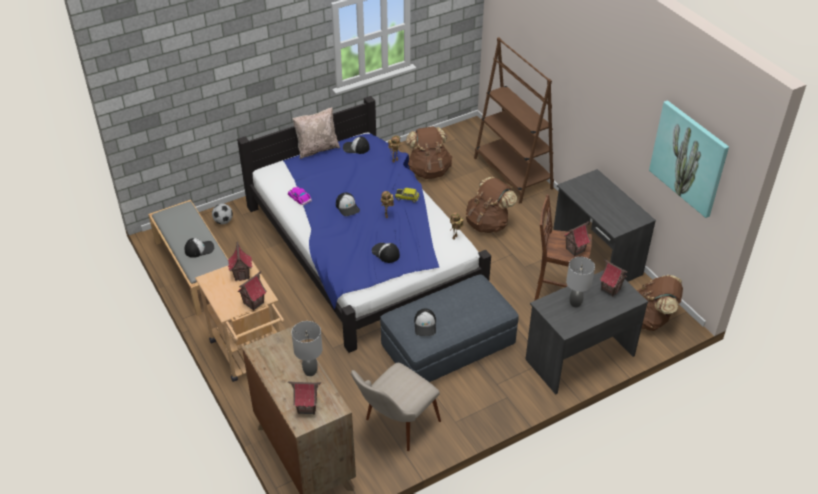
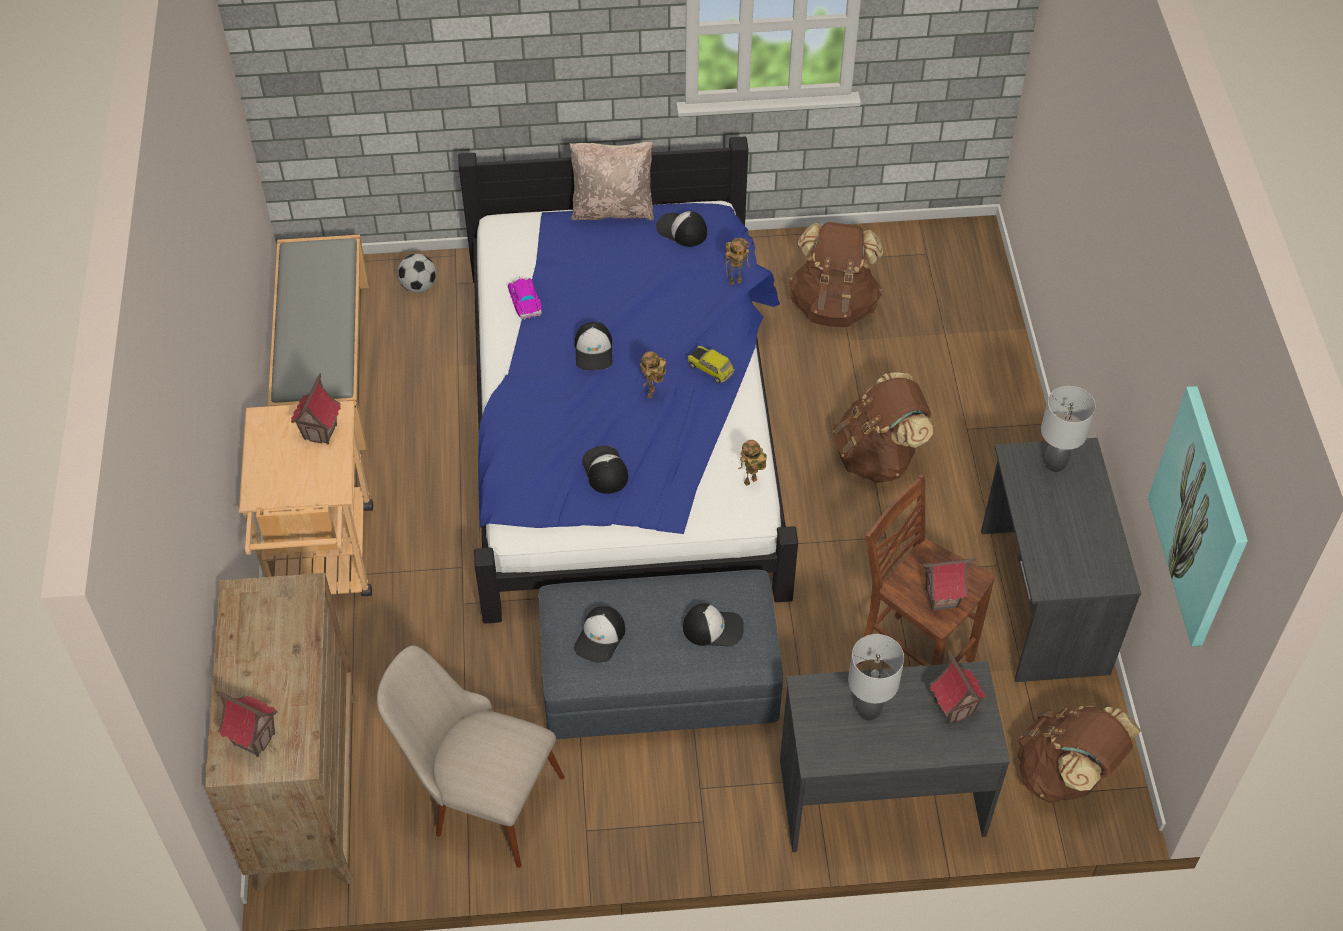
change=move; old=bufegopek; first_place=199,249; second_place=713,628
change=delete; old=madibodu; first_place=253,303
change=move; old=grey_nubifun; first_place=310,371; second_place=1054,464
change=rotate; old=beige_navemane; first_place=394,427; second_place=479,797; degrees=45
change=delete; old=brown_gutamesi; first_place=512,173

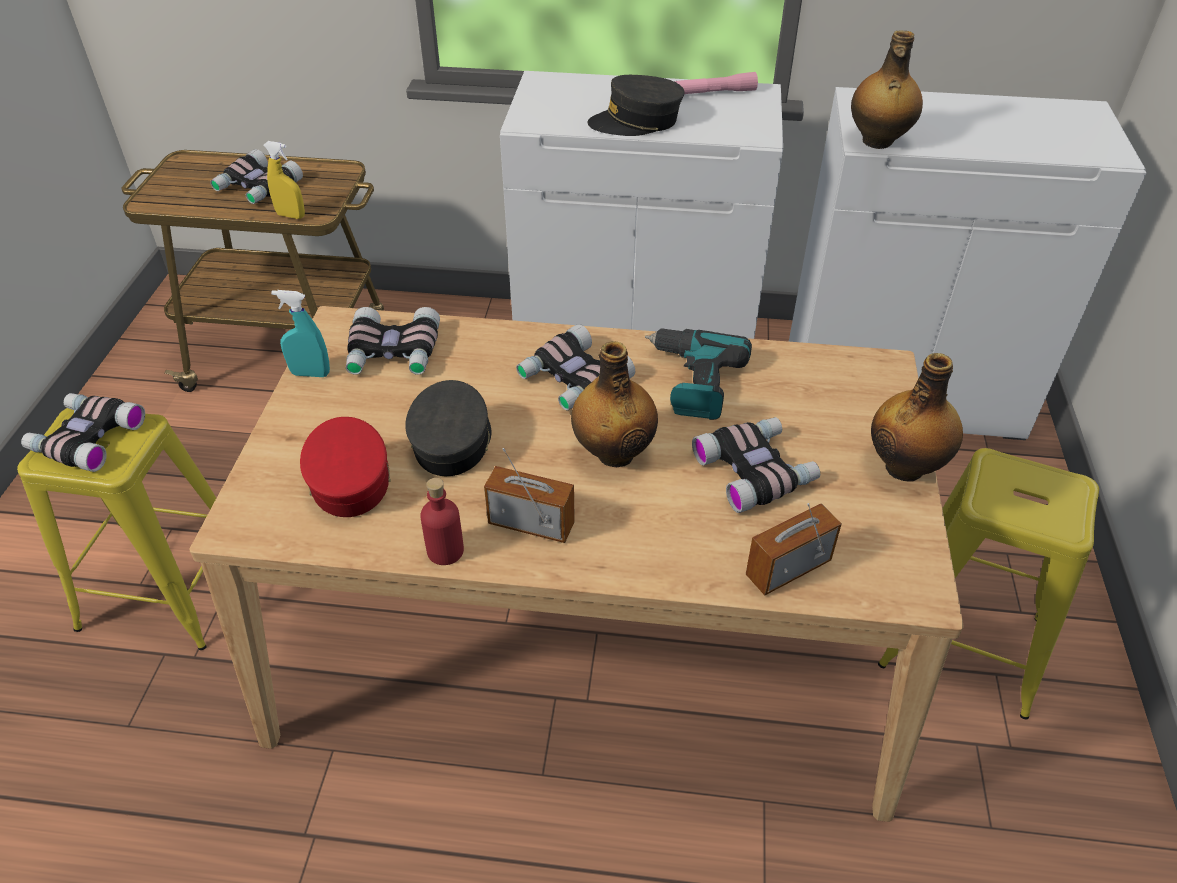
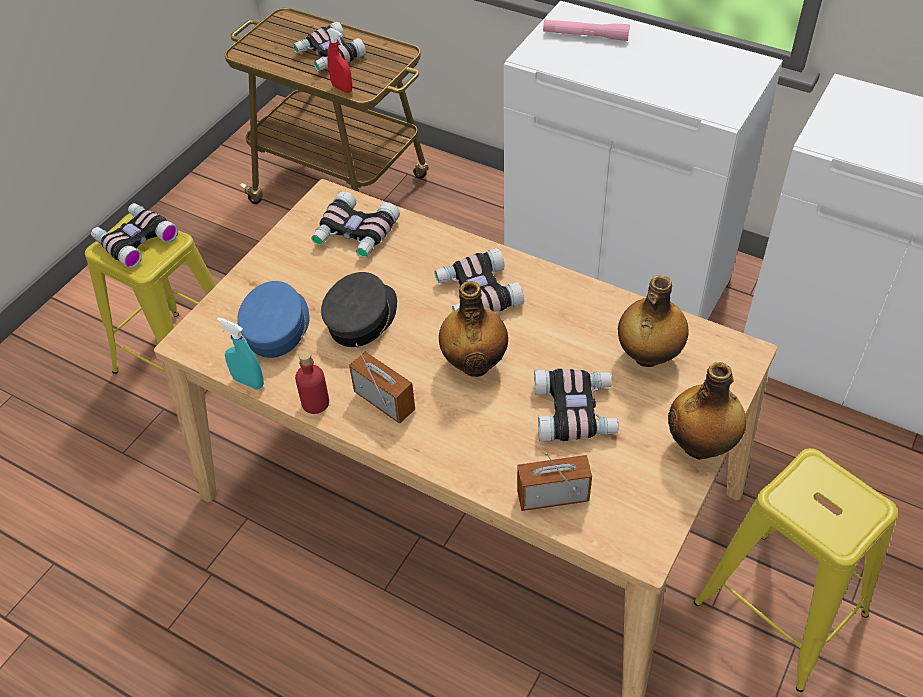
change=recolor; old=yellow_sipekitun; new=red_sipekitun; first_place=291,216; second_place=342,88
change=move; old=turquoise_sipekitun; first_place=310,373; second_place=248,382
change=recolor; old=red_bufegopek; new=blue_bufegopek; first_place=349,479; second_place=277,328
change=delete; old=grey_bufegopek; first_place=636,122
change=delete; old=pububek; first_place=692,382
change=move; old=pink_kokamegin; first_place=708,93; second_place=585,36
change=move; old=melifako; first_place=877,142; second_place=647,356

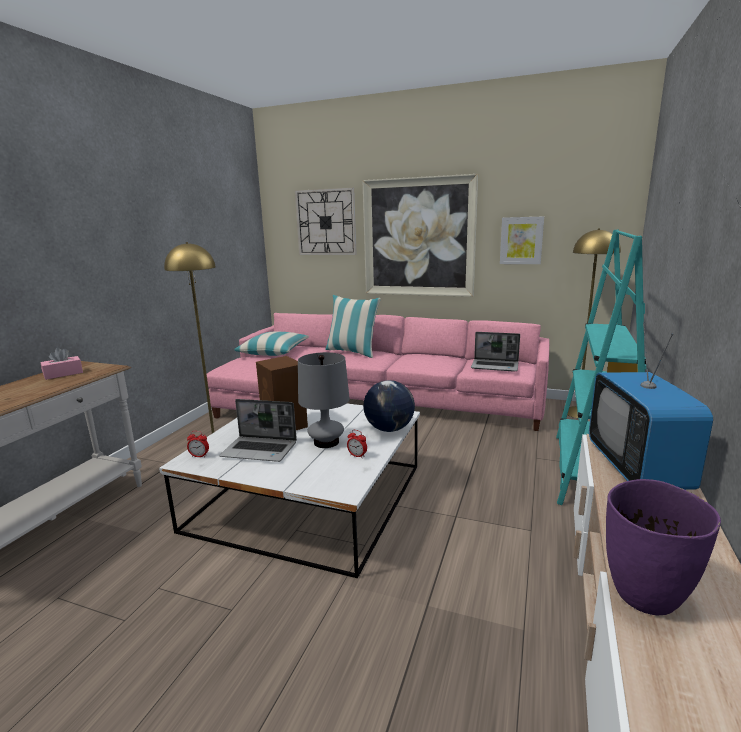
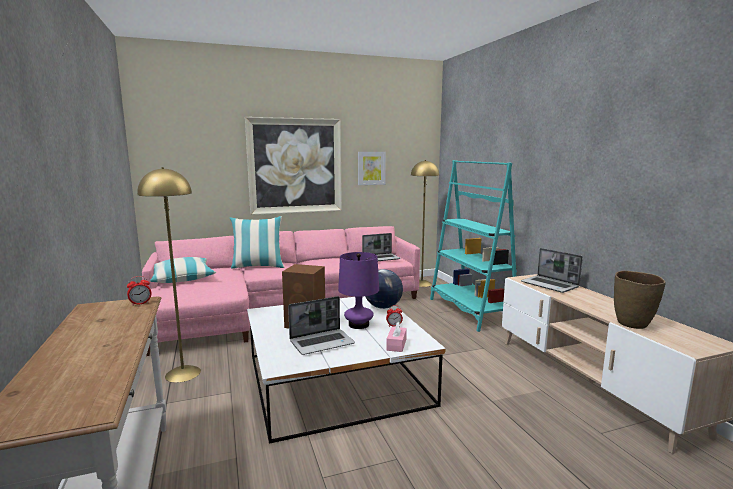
change=move; old=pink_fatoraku; first_place=63,374; second_place=396,345
change=move; old=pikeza; first_place=199,456; second_place=140,303
change=delete; old=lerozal; first_place=326,222
change=recolor; old=grey_nubifun; new=purple_nubifun; first_place=326,442; second_place=359,325
change=replace; old=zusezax; new=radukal; first_place=637,467; second_place=550,285
change=recolor; old=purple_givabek; new=brown_givabek; first_place=646,596; second_place=633,324

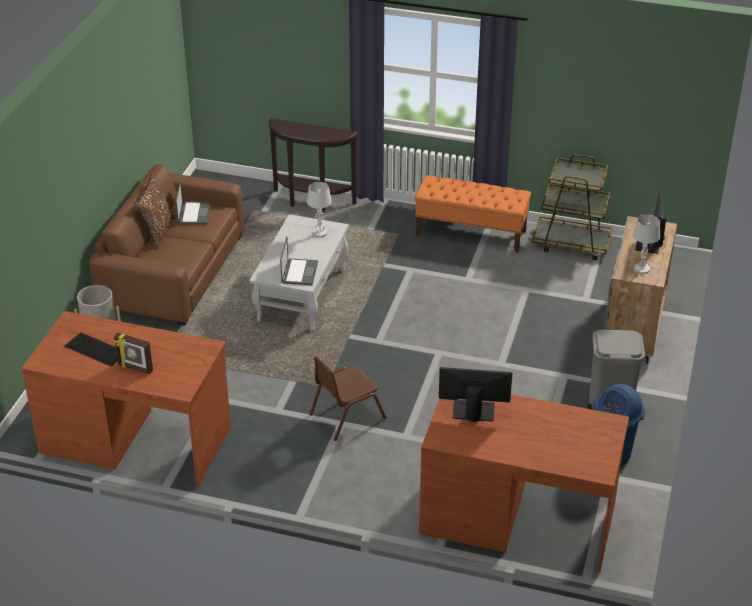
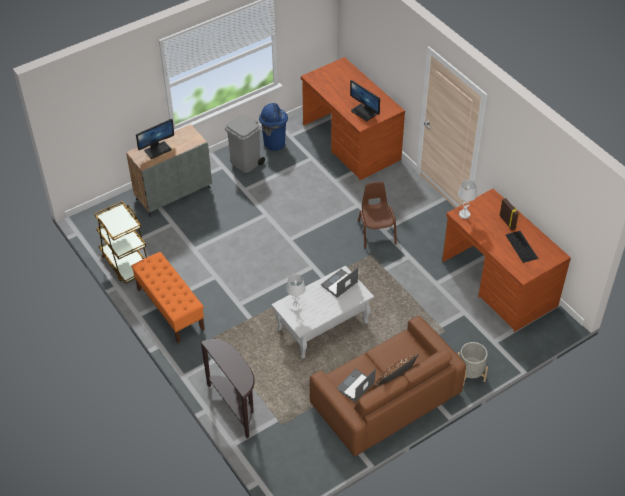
change=rotate; old=brown_navemane; first_place=346,416; second_place=376,232; degrees=-105
change=move; old=white_nubifun; first_place=641,269; second_place=464,214

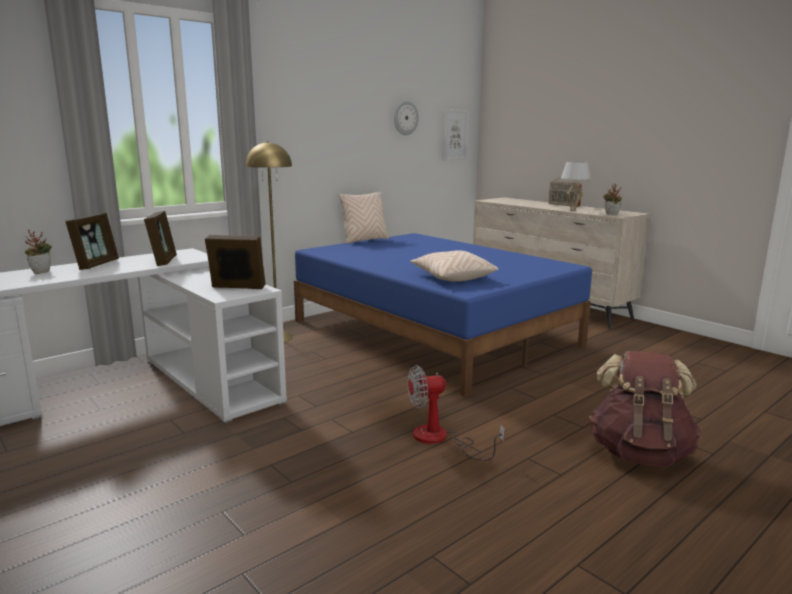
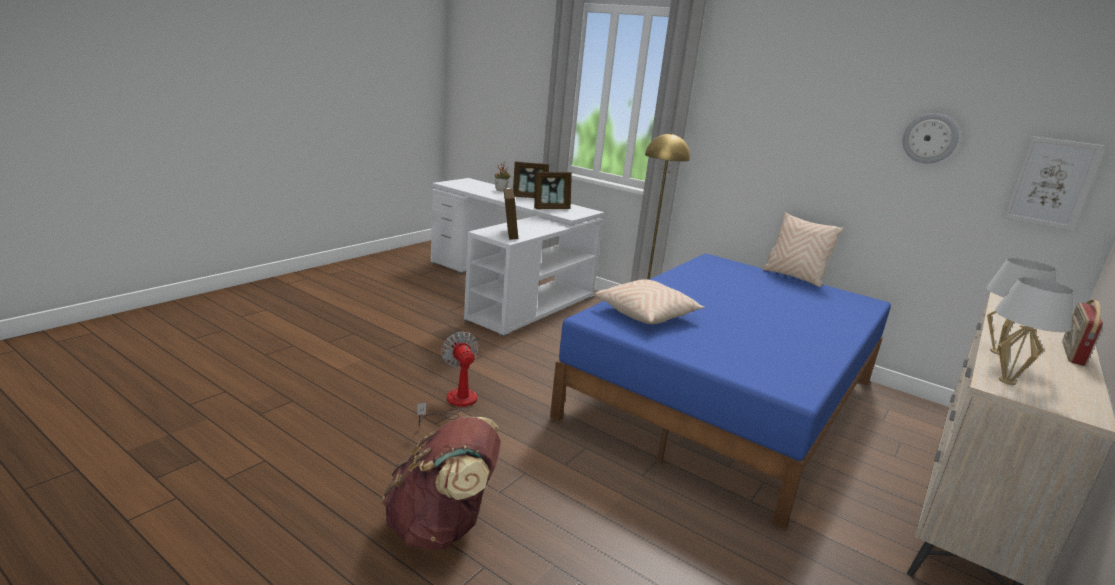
change=replace; old=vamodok; new=white_nubifun; first_place=610,214; second_place=1006,381

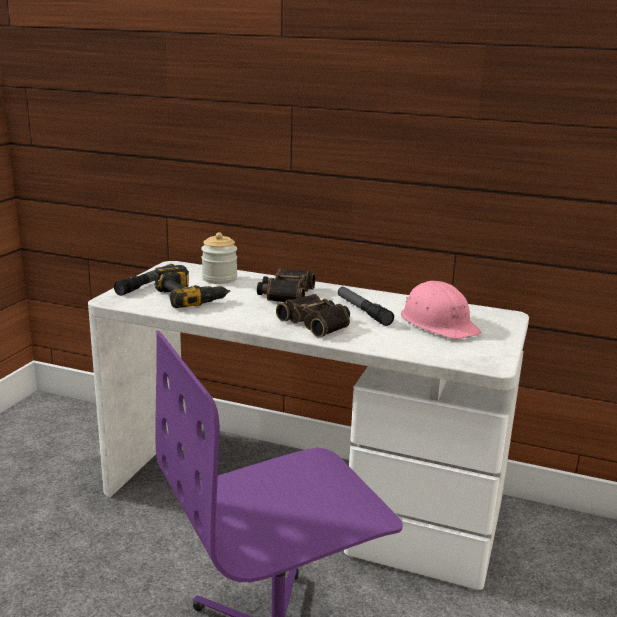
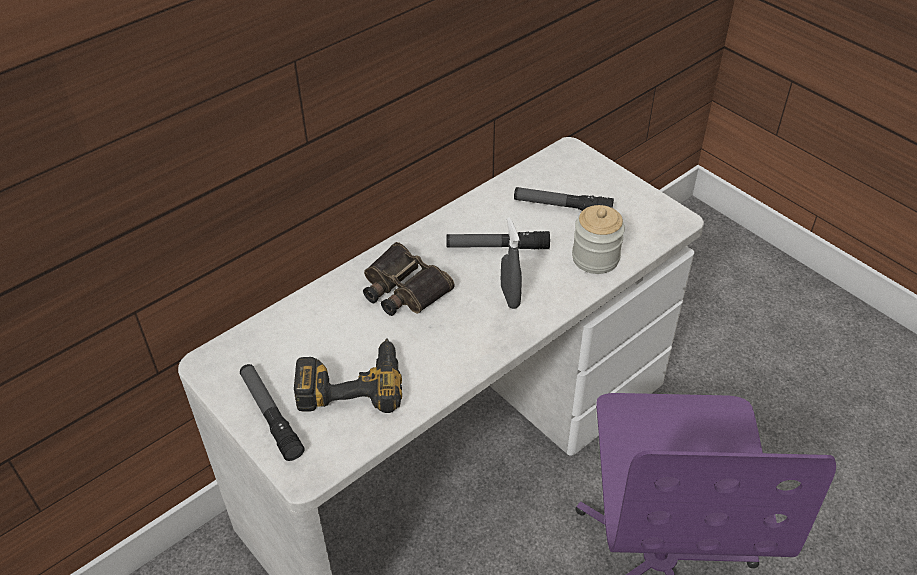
change=move; old=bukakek; first_place=219,279; second_place=595,258
change=replace; old=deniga; new=grey_sipekitun; first_place=317,323; second_place=510,297
change=replace; old=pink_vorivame; new=kokamegin; first_place=438,323; second_place=562,206

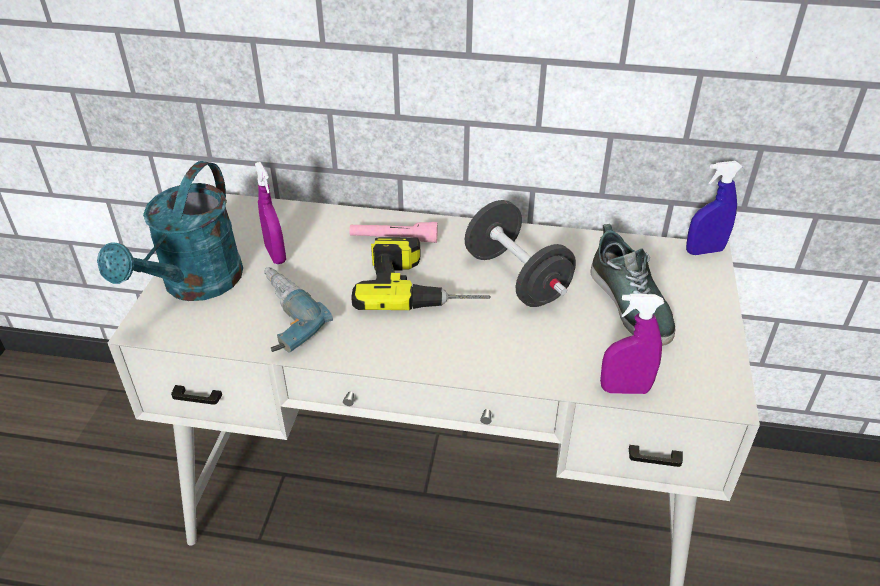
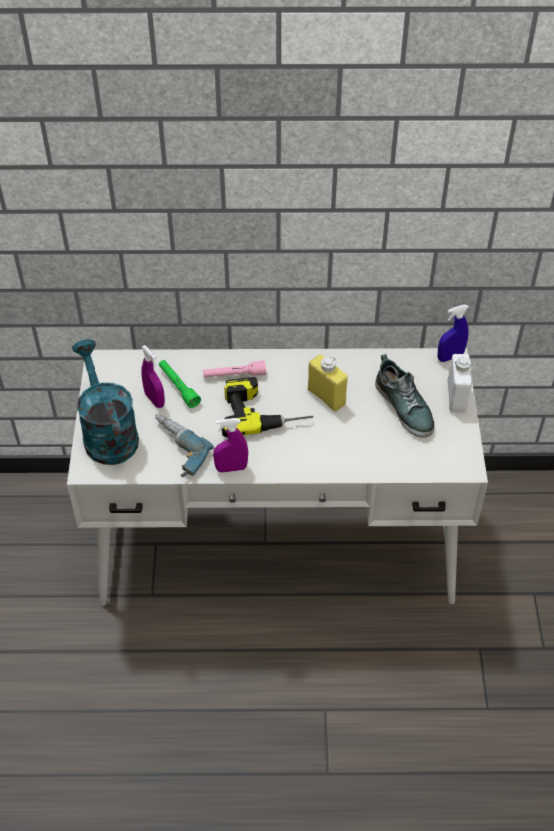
change=rotate; old=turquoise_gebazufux; first_place=194,285; second_place=107,433; degrees=150
change=replace; old=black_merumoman; new=yellow_melifako; first_place=516,278; second_place=326,397
change=move; old=purple_sipekitun; first_place=625,389; second_place=231,468
change=insert; new=green_kokamegin; second_place=178,387
change=insert; new=white_melifako; second_place=456,397

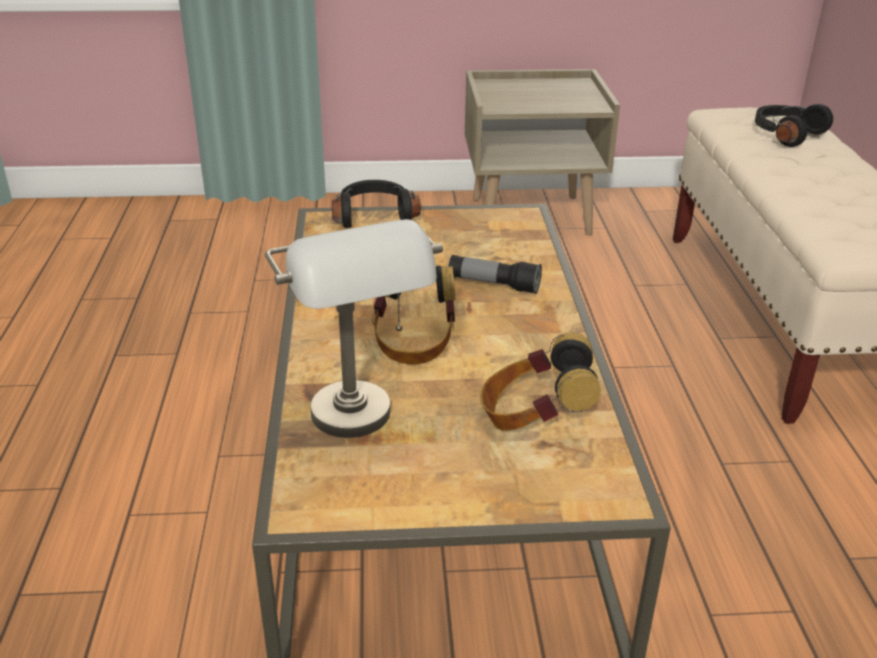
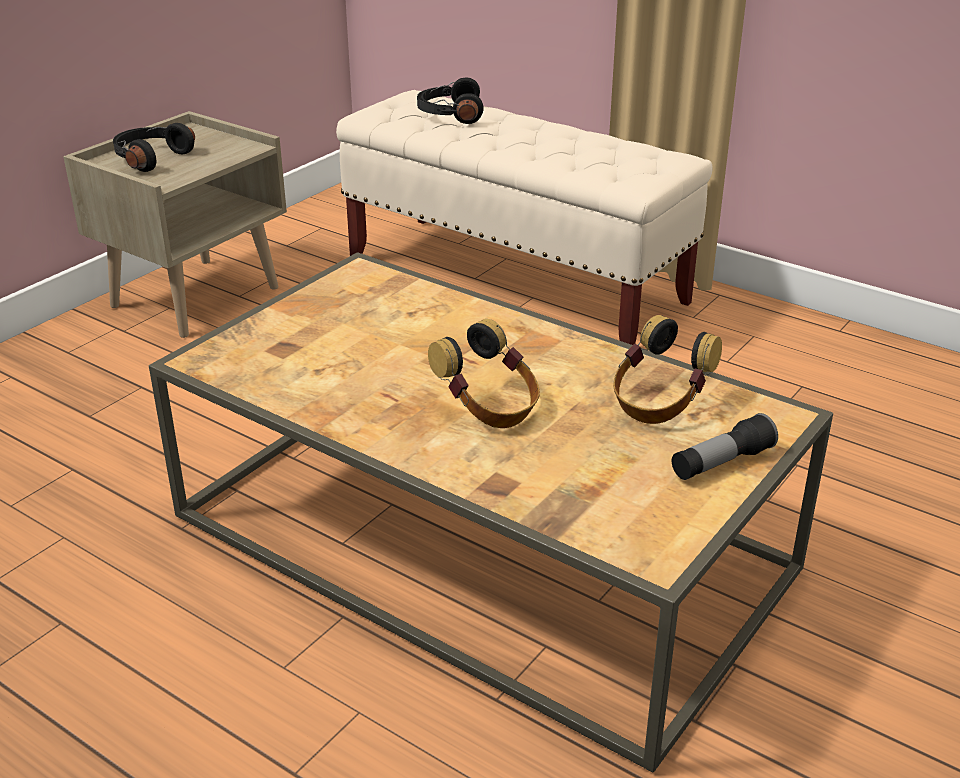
change=delete; old=grey_nubifun; first_place=363,428
change=move; old=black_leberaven; first_place=374,215; second_place=150,158
change=move; old=kokamegin; first_place=493,285; second_place=721,463

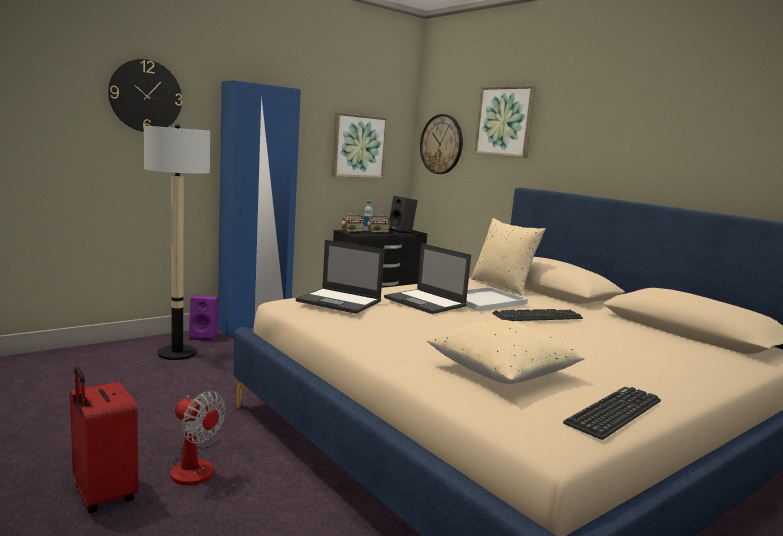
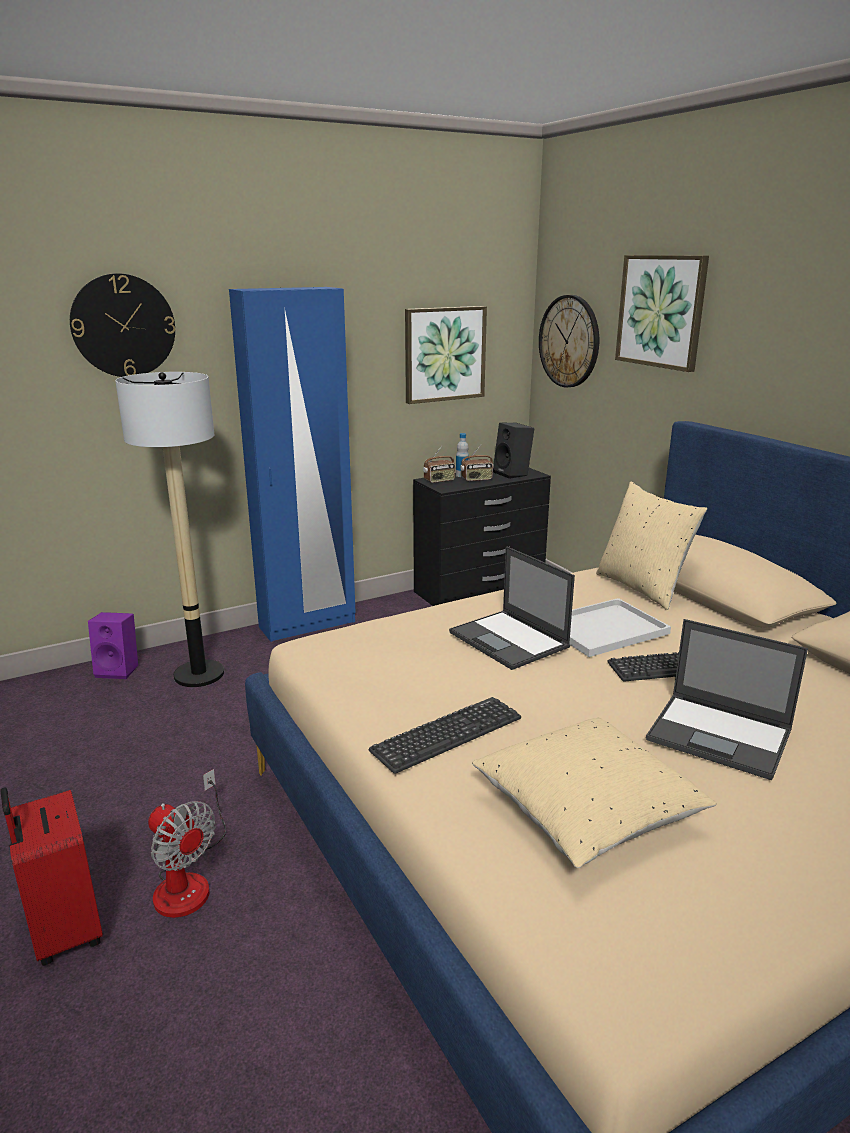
change=move; old=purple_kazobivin; first_place=204,336; second_place=119,670
change=move; old=radukal; first_place=340,301; second_place=721,736
change=move; old=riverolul; first_place=614,412; second_place=447,734

